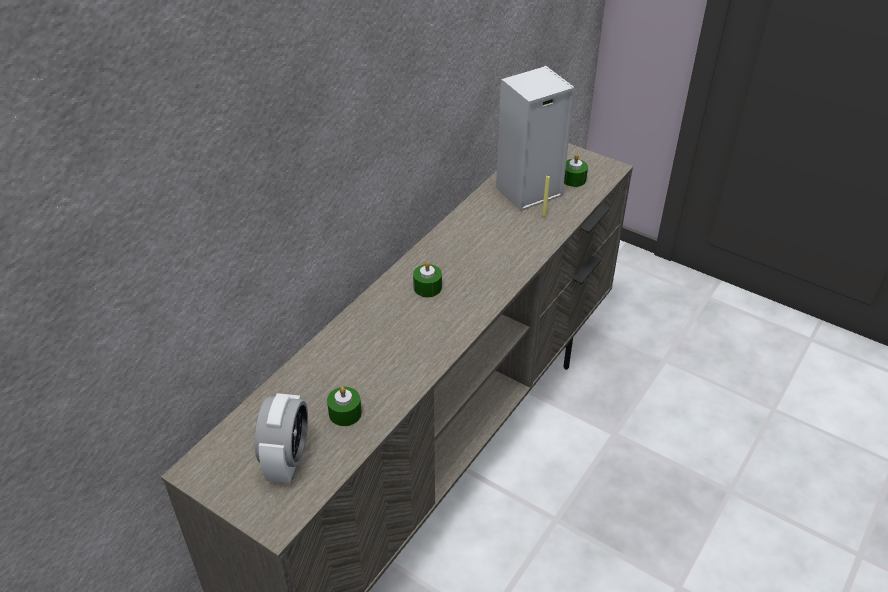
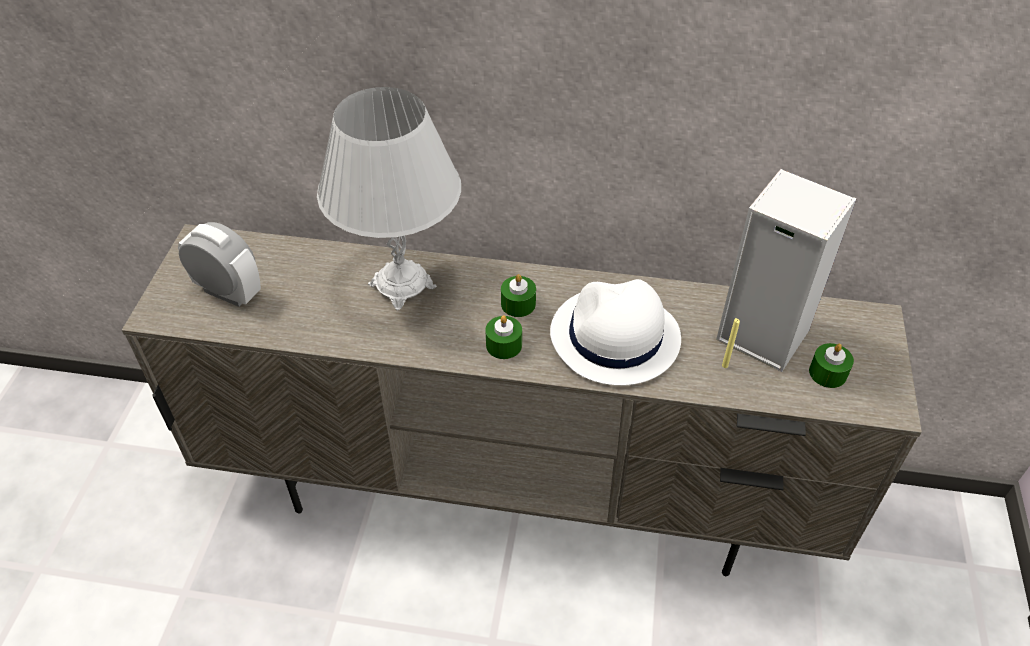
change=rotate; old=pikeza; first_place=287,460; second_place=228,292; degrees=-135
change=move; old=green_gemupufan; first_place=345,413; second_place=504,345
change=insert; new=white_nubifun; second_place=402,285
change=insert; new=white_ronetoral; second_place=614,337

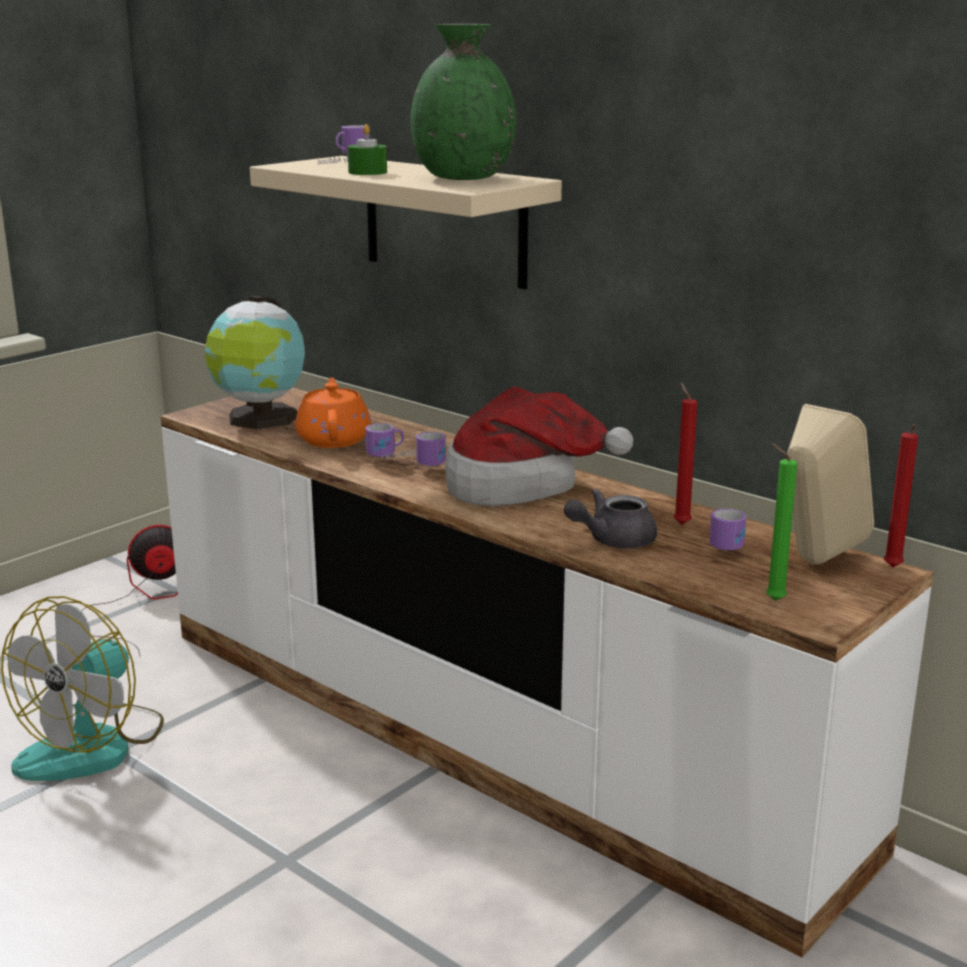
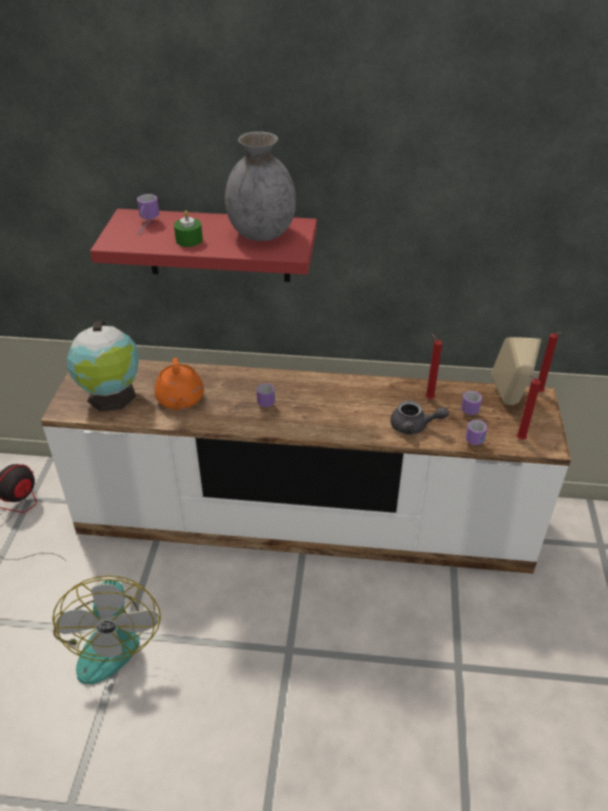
change=recolor; old=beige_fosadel; new=red_fosadel; first_place=444,221; second_place=218,245
change=rotate; old=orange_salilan; first_place=334,439; second_place=180,399; degrees=-150
change=move; old=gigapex; first_place=397,458; second_place=478,436
change=recolor; old=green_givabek; new=grey_givabek; first_place=463,178; second_place=262,233
change=delete; old=ronetoral; first_place=522,485
change=rotate; old=grey_salilan; first_place=612,541; second_place=414,426; degrees=-105
change=recolor; old=green_gemupufan; new=red_gemupufan; first_place=772,600; second_place=519,439

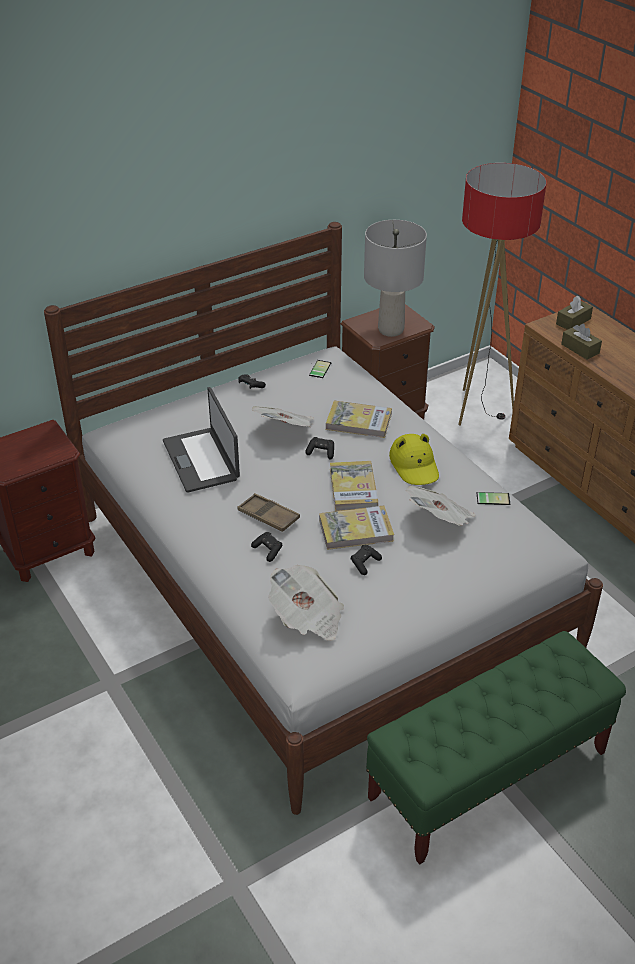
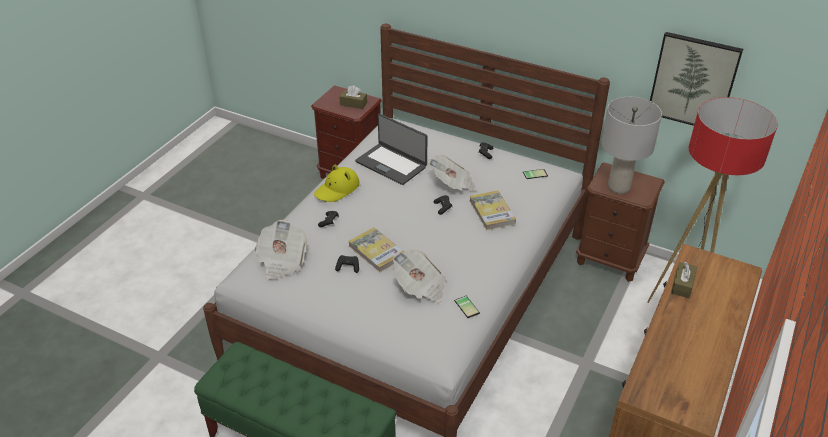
change=rotate; old=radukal; first_place=202,460; second_place=391,164; degrees=-90
change=delete; old=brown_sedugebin; first_place=268,516
change=delete; old=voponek; first_place=353,488
change=move; old=yellow_ronetoral; first_place=414,465; second_place=337,189
change=move; old=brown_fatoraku; first_place=573,321; second_place=353,104
change=insert; new=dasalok; second_place=693,81

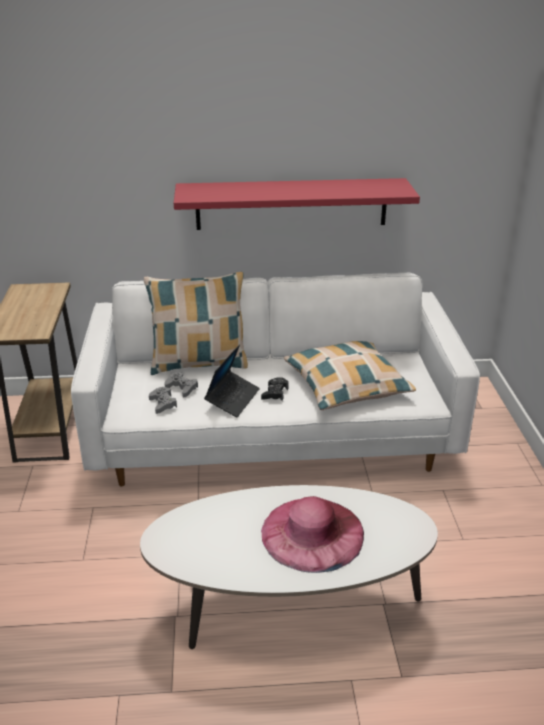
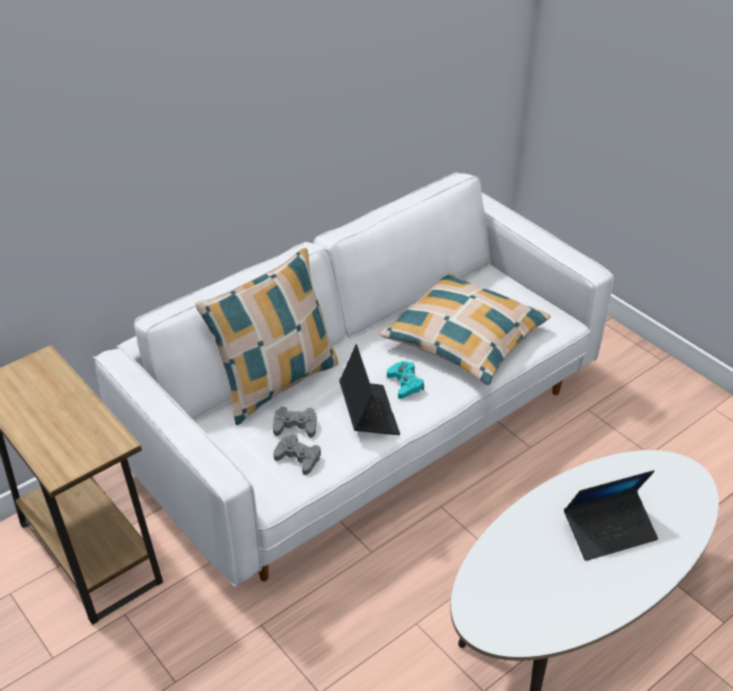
change=delete; old=red_fosadel; first_place=291,204
change=recolor; old=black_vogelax; new=turquoise_vogelax; first_place=275,393; second_place=405,384
change=replace; old=pink_ronetoral; new=radukal; first_place=312,533; second_place=609,530

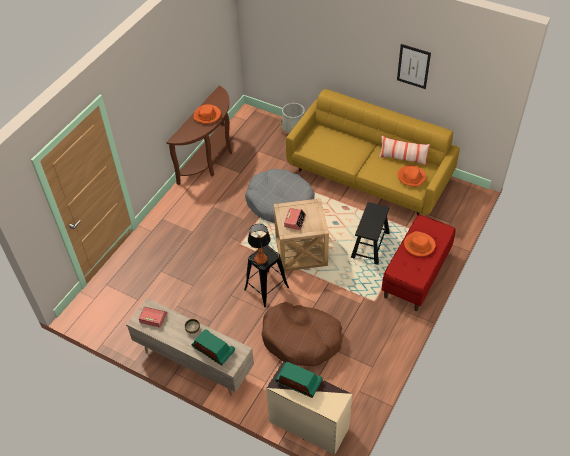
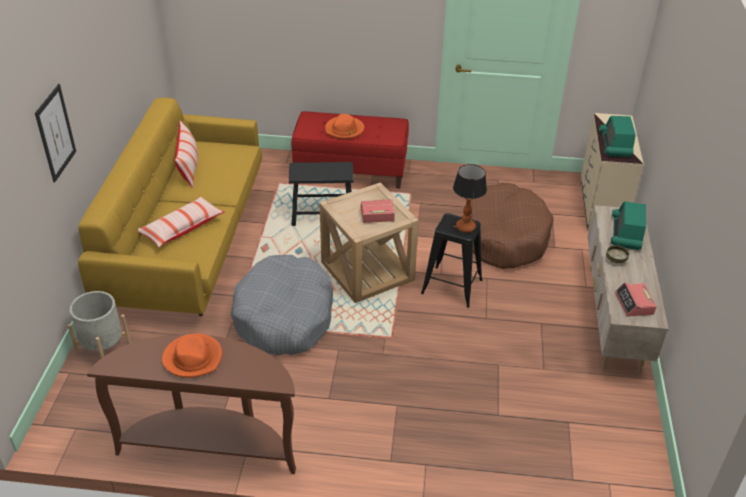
change=move; old=dasalok; first_place=413,66; second_place=55,133
change=delete; old=orange_ronetoral; first_place=411,177
change=insert; new=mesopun; second_place=182,228

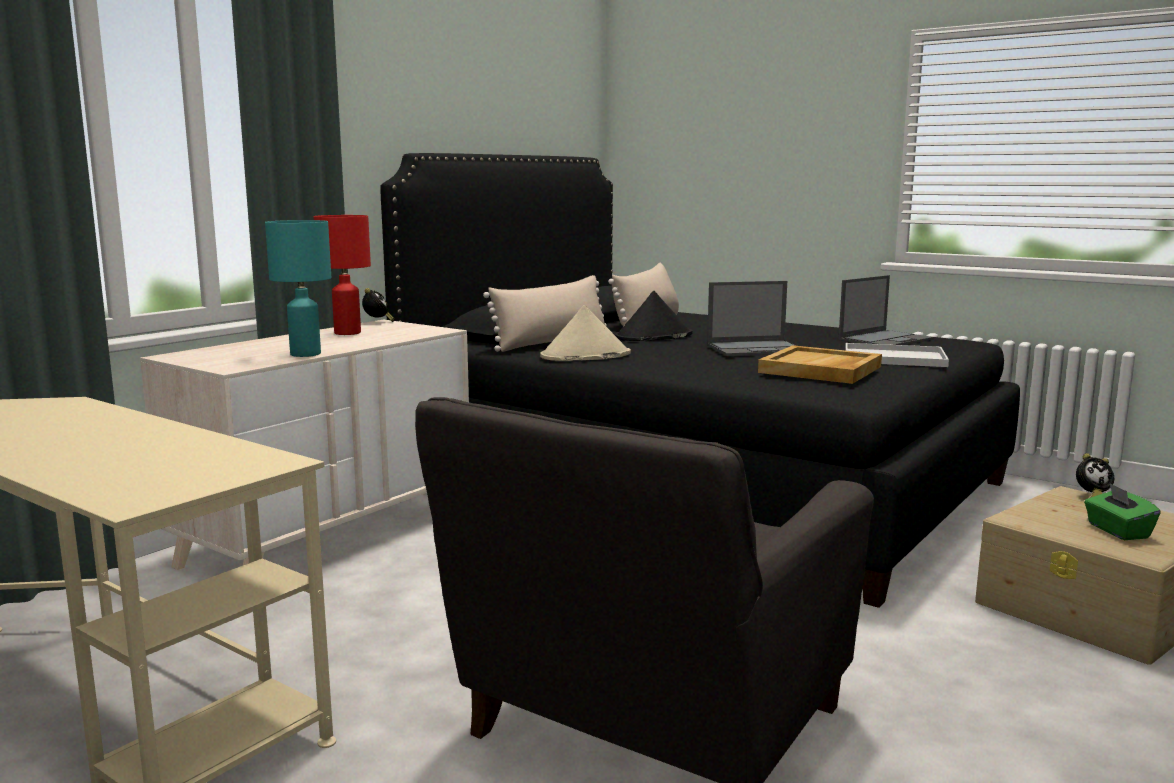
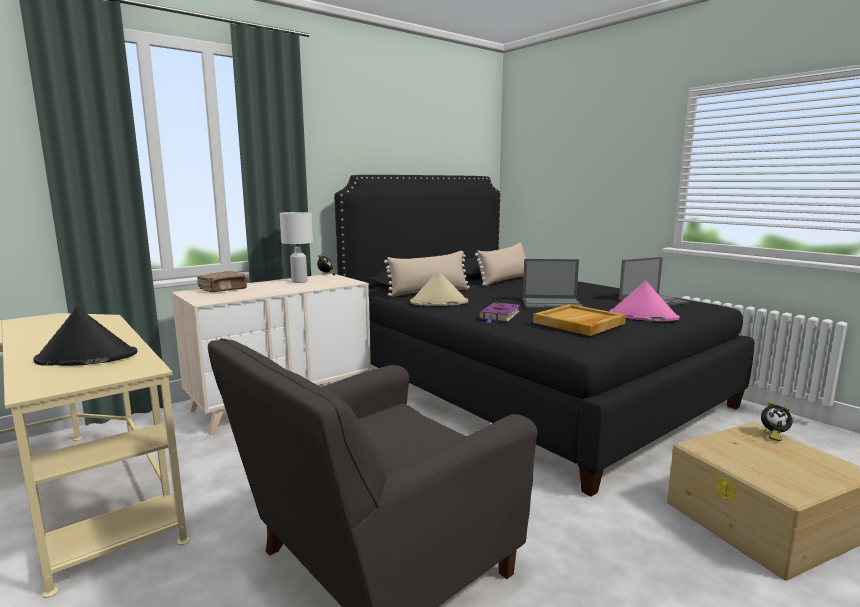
change=delete; old=turquoise_nubifun; first_place=305,354
change=recolor; old=red_nubifun; new=white_nubifun; first_place=346,333; second_place=299,281
change=move; old=black_ronetoral; first_place=653,336; second_place=86,357
change=replace; old=white_sedugebin; new=pink_ronetoral; first_place=892,358; second_place=643,316
change=delete; old=green_fatoraku; first_place=1117,531
change=insert; new=brown_voponek; second_place=223,289
change=insert; new=purple_voponek; second_place=499,316

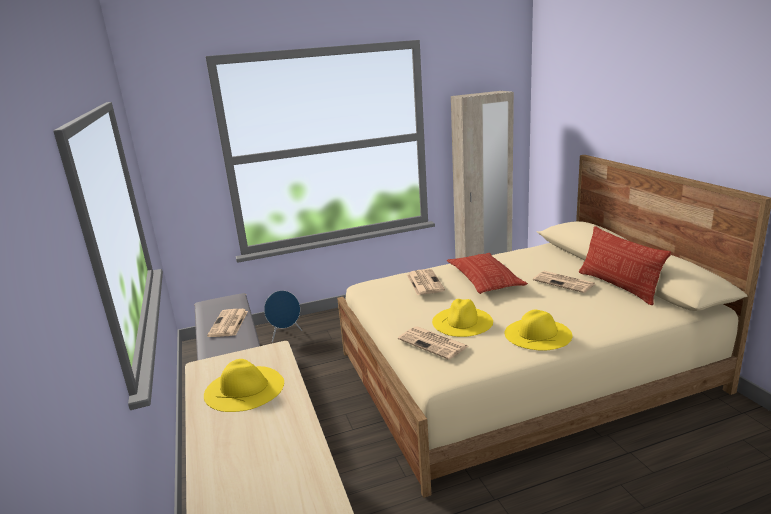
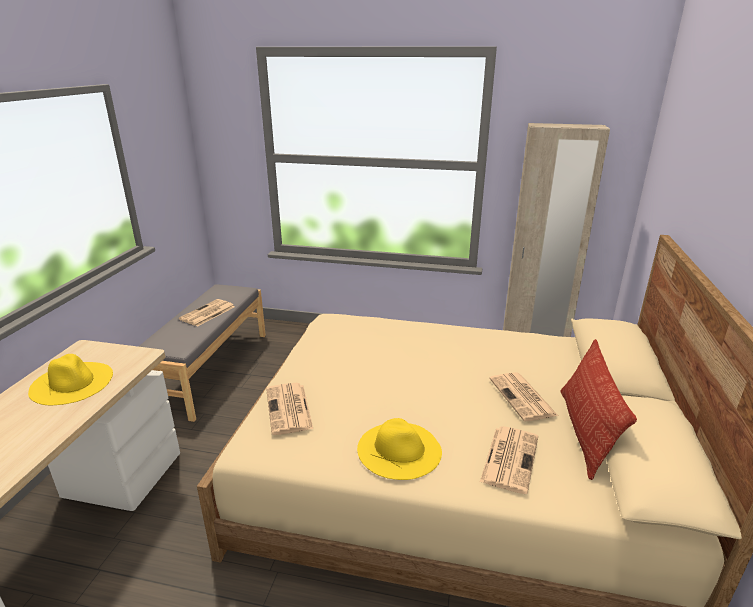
change=delete; old=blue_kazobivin; first_place=285,335
change=move; old=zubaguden; first_place=424,282; second_place=509,458
change=delete; old=yellow_ronetoral; first_place=462,321
change=delete; old=mesopun; first_place=484,278

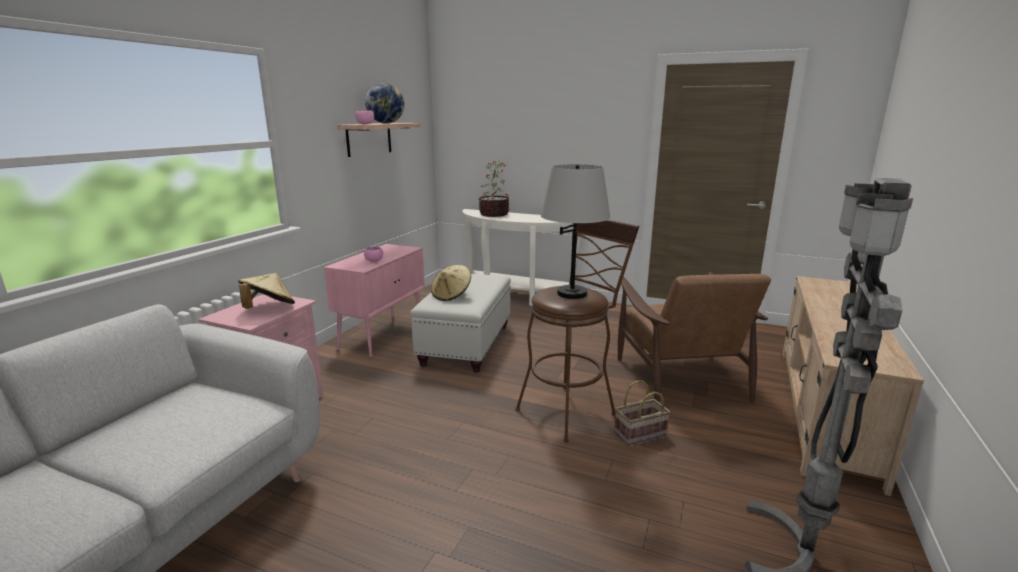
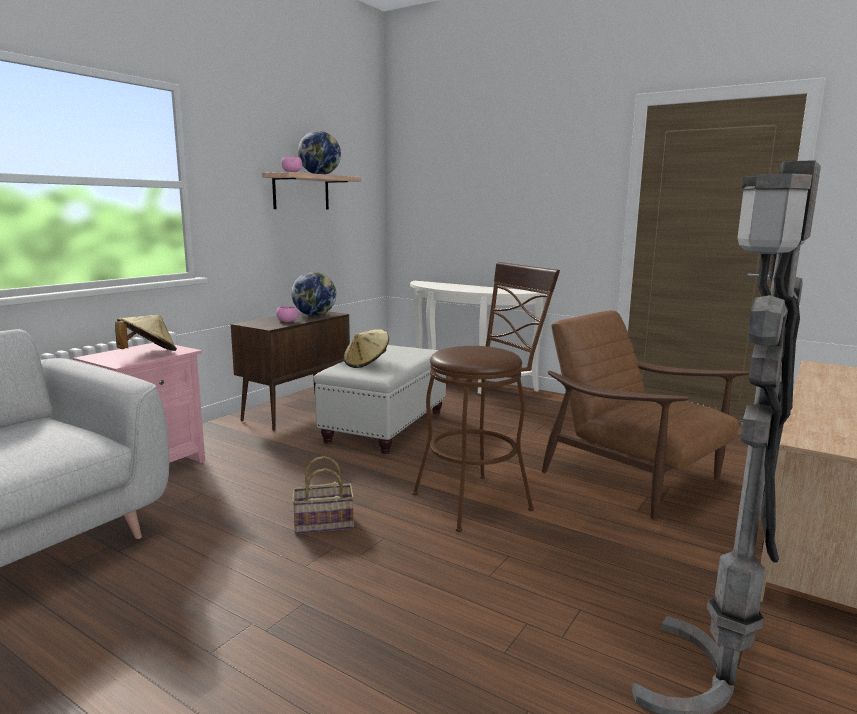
change=recolor; old=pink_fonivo; new=brown_fonivo; first_place=383,335; second_place=297,411
change=delete; old=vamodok; first_place=494,214
change=delete; old=grey_nubifun; first_place=572,293
change=move; old=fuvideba; first_place=639,434; second_place=322,524
change=rotate; old=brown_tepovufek; first_place=679,376; second_place=634,478; degrees=135
change=insert; new=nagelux; second_place=314,315

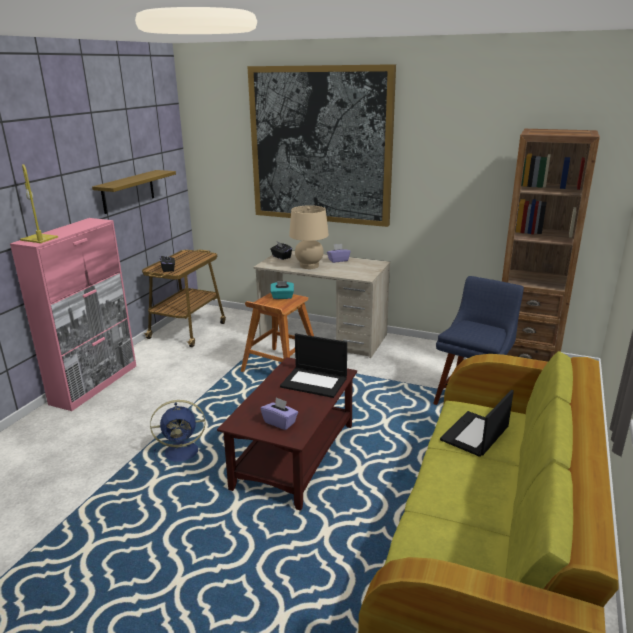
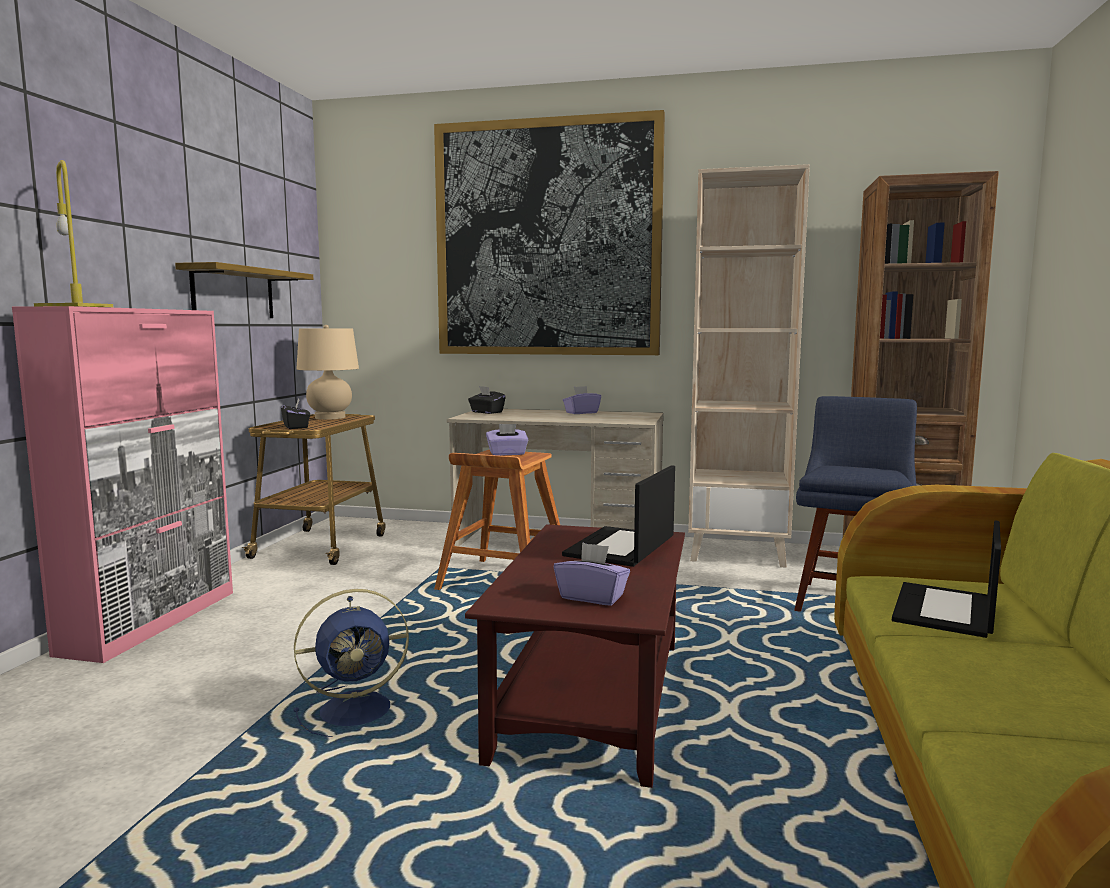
change=recolor; old=turquoise_fatoraku; new=purple_fatoraku; first_place=282,297; second_place=507,454
change=rotate; old=radukal; first_place=315,382; second_place=621,547; degrees=105
change=move; old=beige_nubifun; first_place=309,266; second_place=330,417
change=insert; new=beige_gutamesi; second_place=738,553

